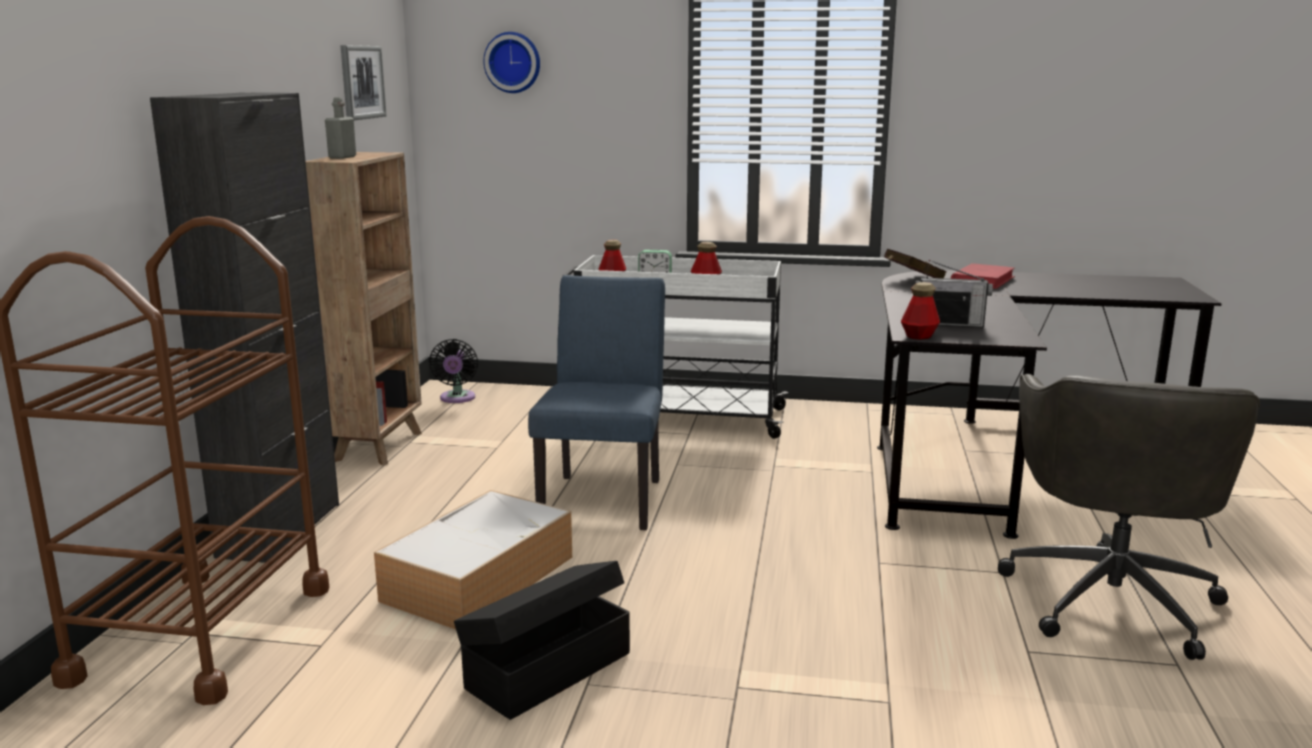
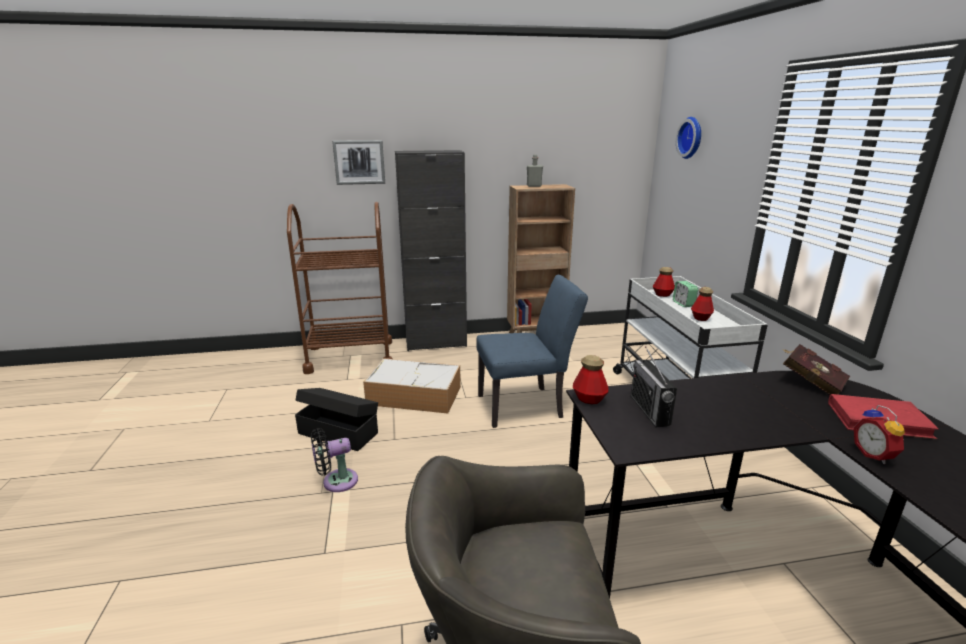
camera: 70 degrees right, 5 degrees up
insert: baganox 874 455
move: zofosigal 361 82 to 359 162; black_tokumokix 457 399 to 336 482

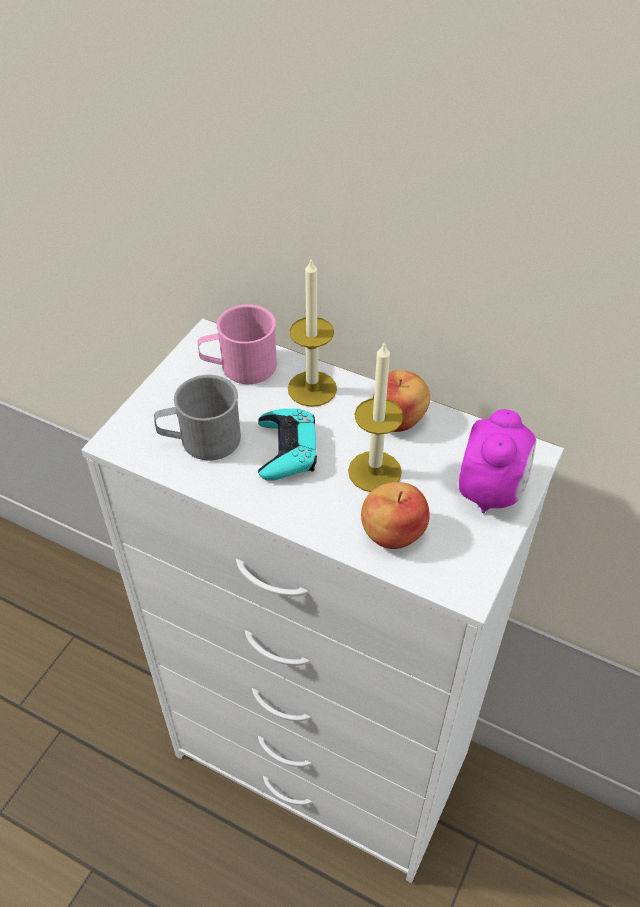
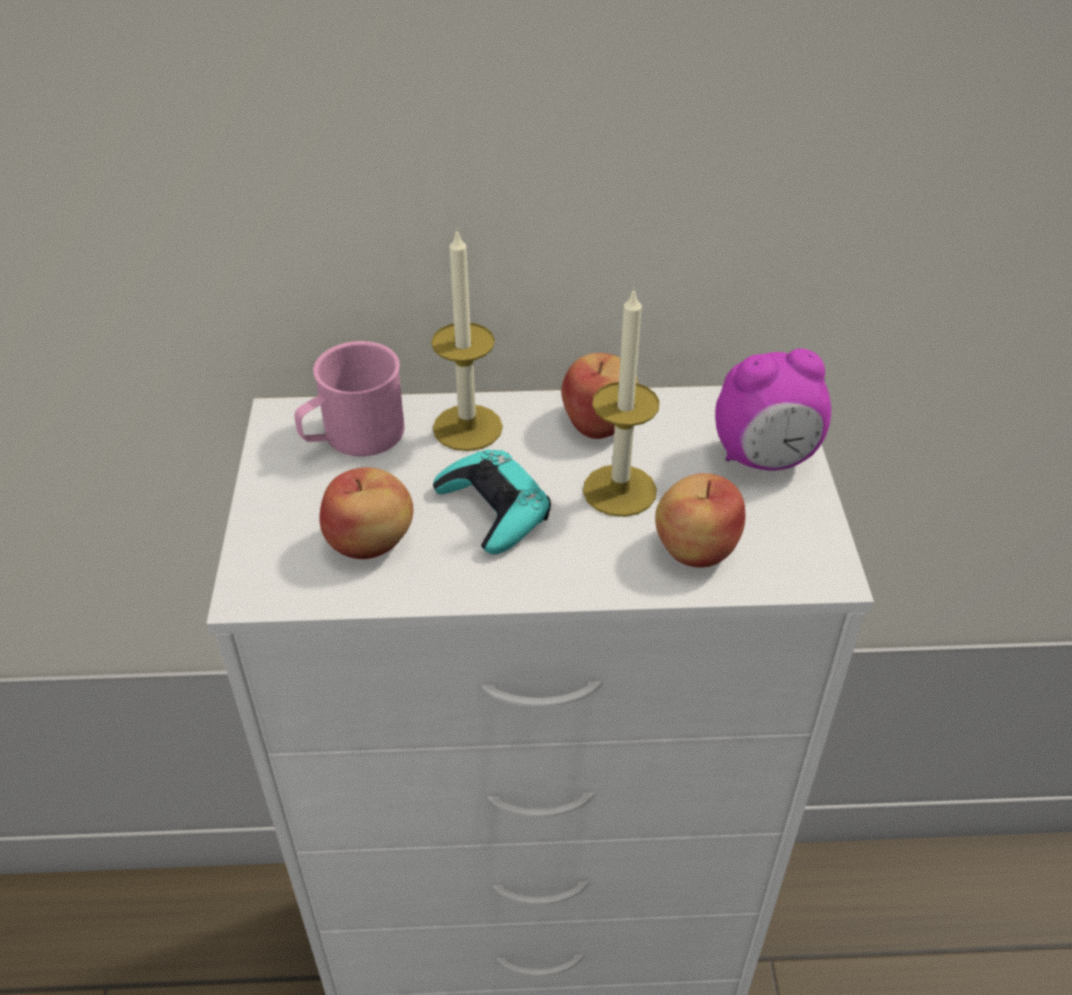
camera: 30 degrees left, 5 degrees down
replace: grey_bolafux 200 440 to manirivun 371 543
rotate: baganox 491 491 = 765 458 90 degrees clockwise

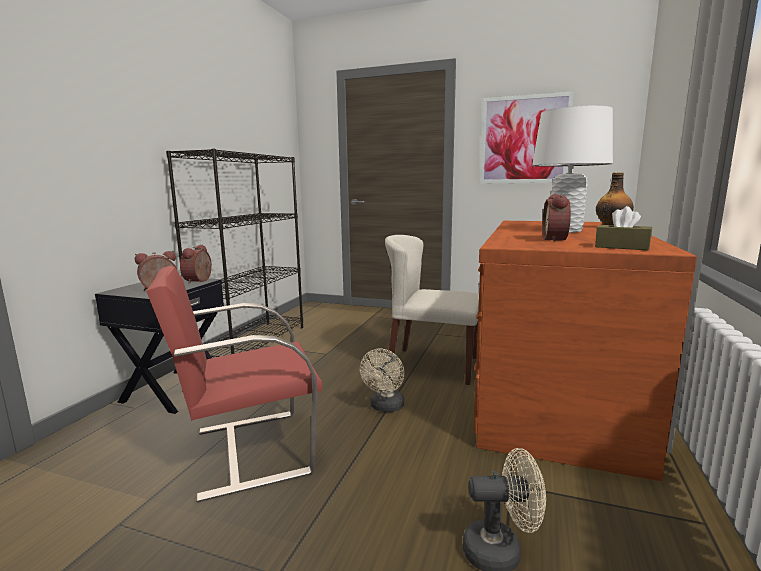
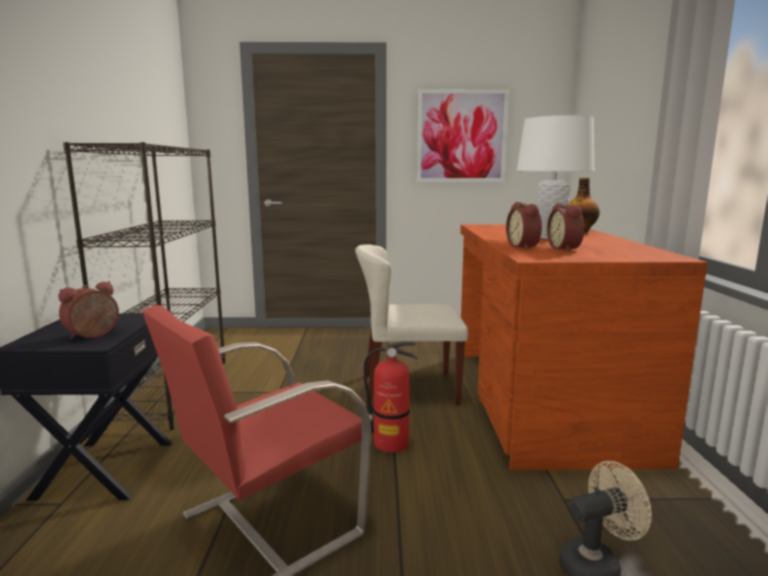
camera: 20 degrees left, 0 degrees up
delete: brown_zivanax 622 247
move: baganox 200 281 to 524 247
replace: beige_tokumokix 385 407 to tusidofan 391 444

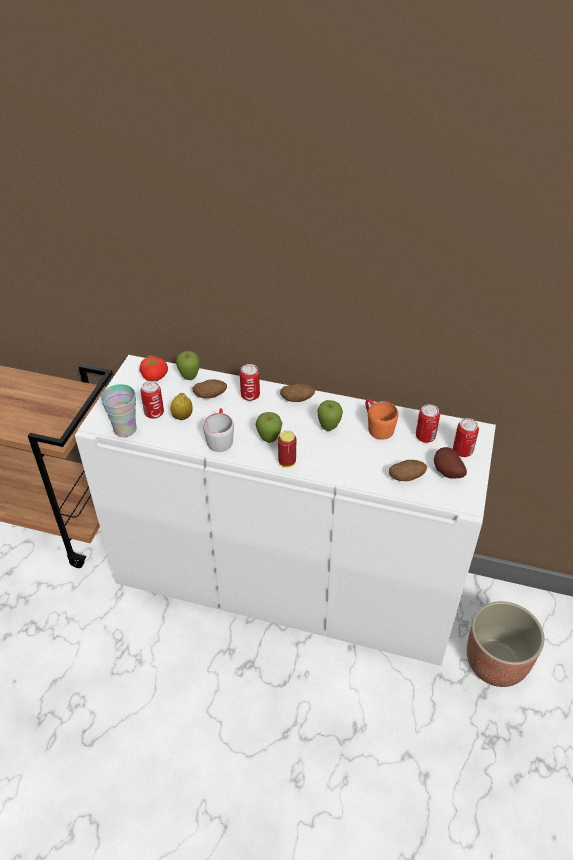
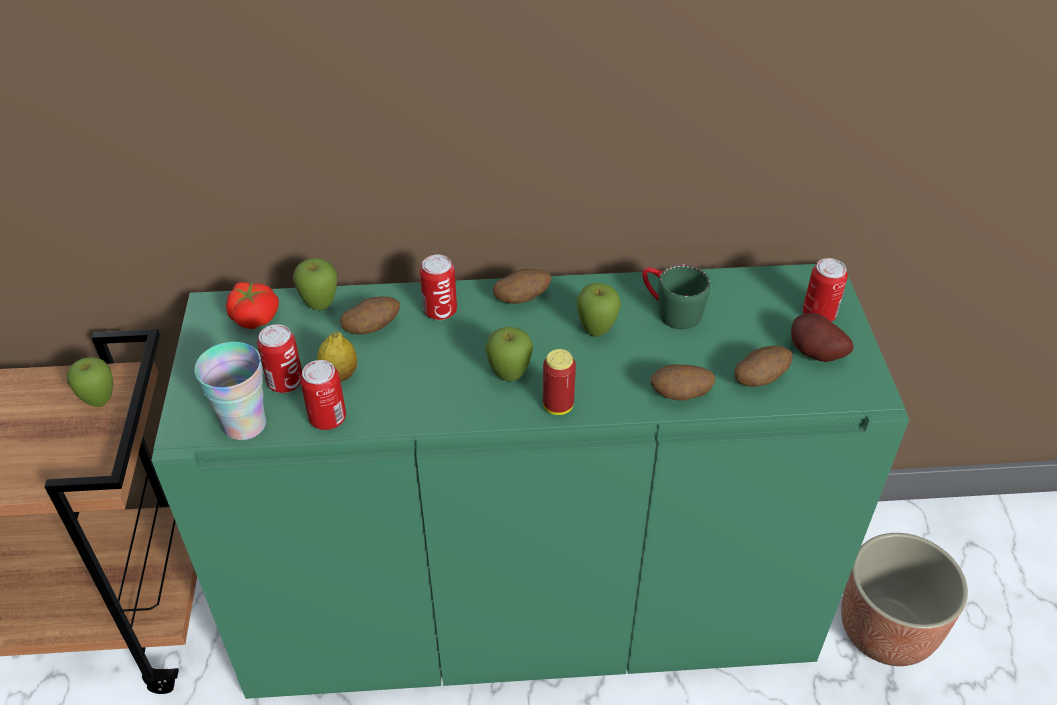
camera: 20 degrees left, 0 degrees up
delete: grey_bolafux 220 437
insert: manirivun 100 401; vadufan 680 396
move: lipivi 425 437 to 328 418
recolor: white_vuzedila 286 581 to green_vuzedila 528 604; orange_bolafux 376 426 to green_bolafux 670 310

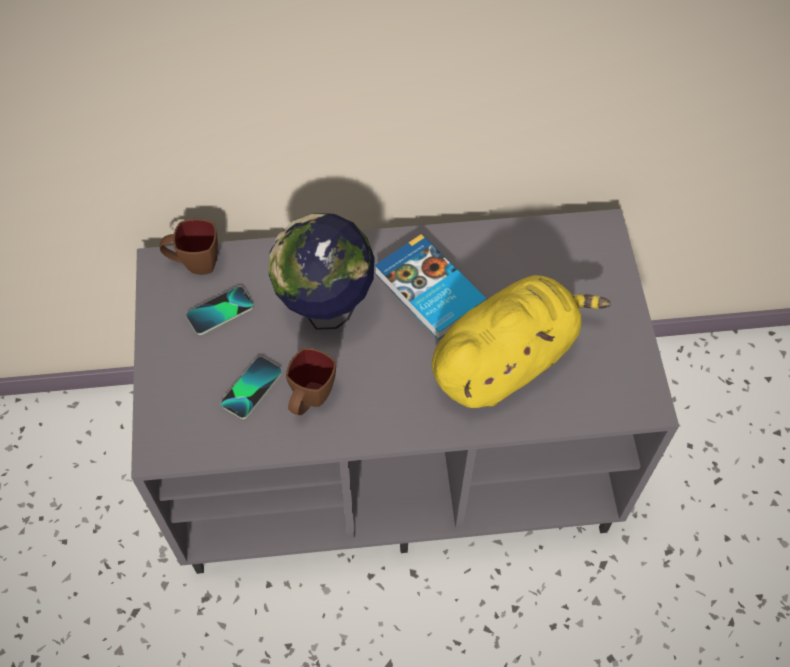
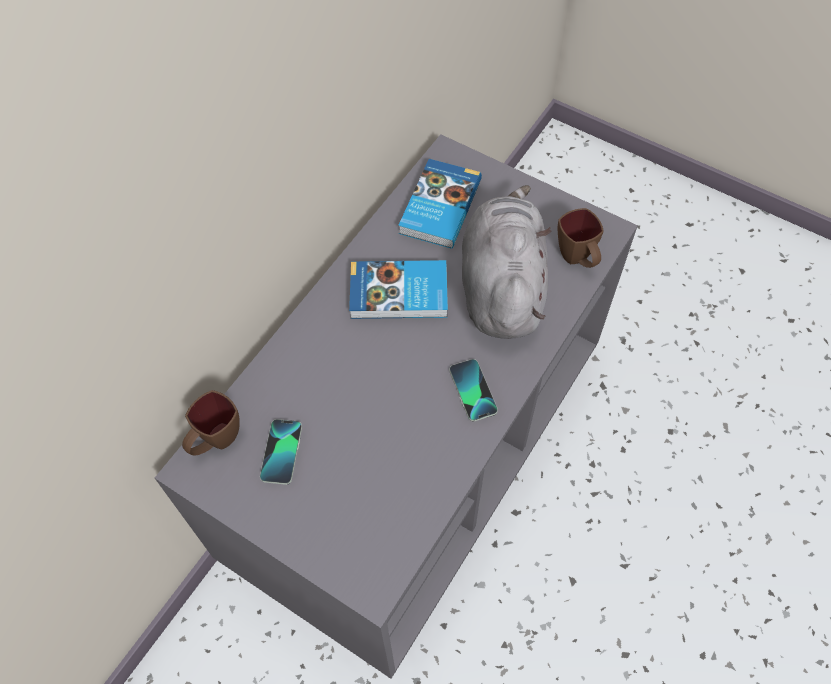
camera: 50 degrees left, 0 degrees up
delete: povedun 325 309
insert: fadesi 438 207
move: brown_bolafux 310 401 to 577 260; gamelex 251 388 to 472 390
recolor: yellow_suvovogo 506 359 to grey_suvovogo 501 286

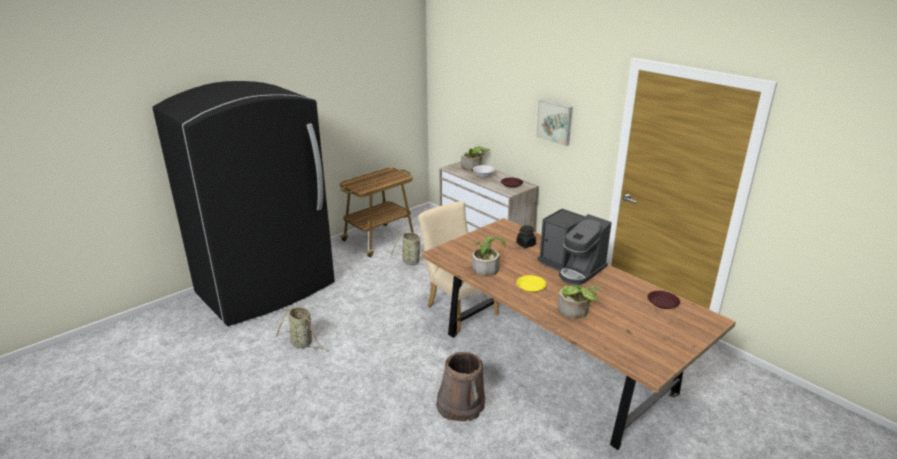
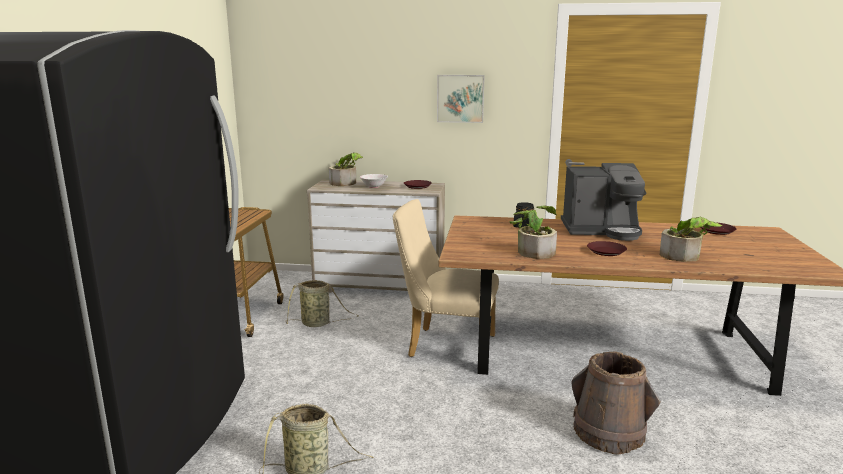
camera: 40 degrees left, 10 degrees down
recolor: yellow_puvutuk 530 286 to brown_puvutuk 606 251

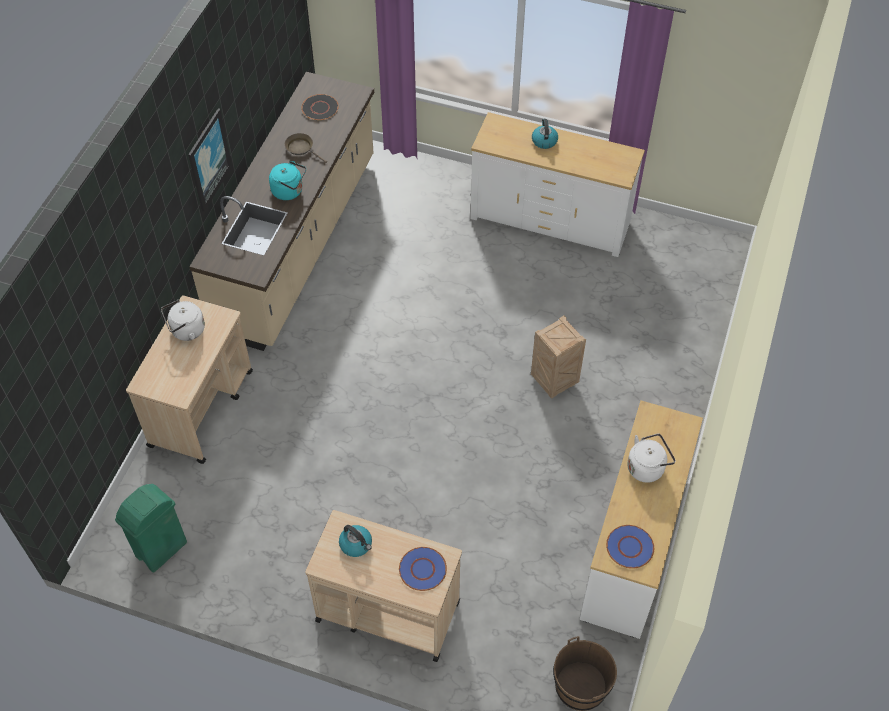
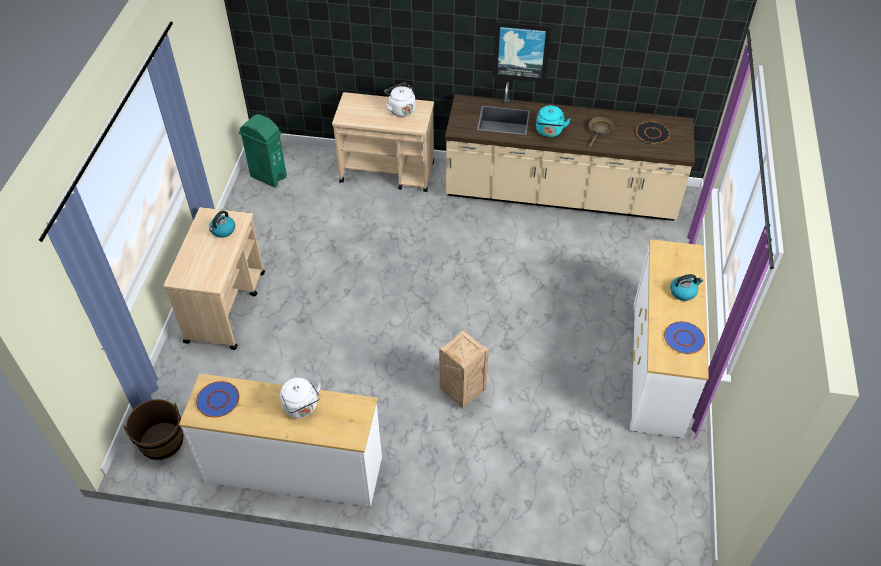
camera: 80 degrees right, 5 degrees down
move: blue_puvutuk 422 569 to 683 338

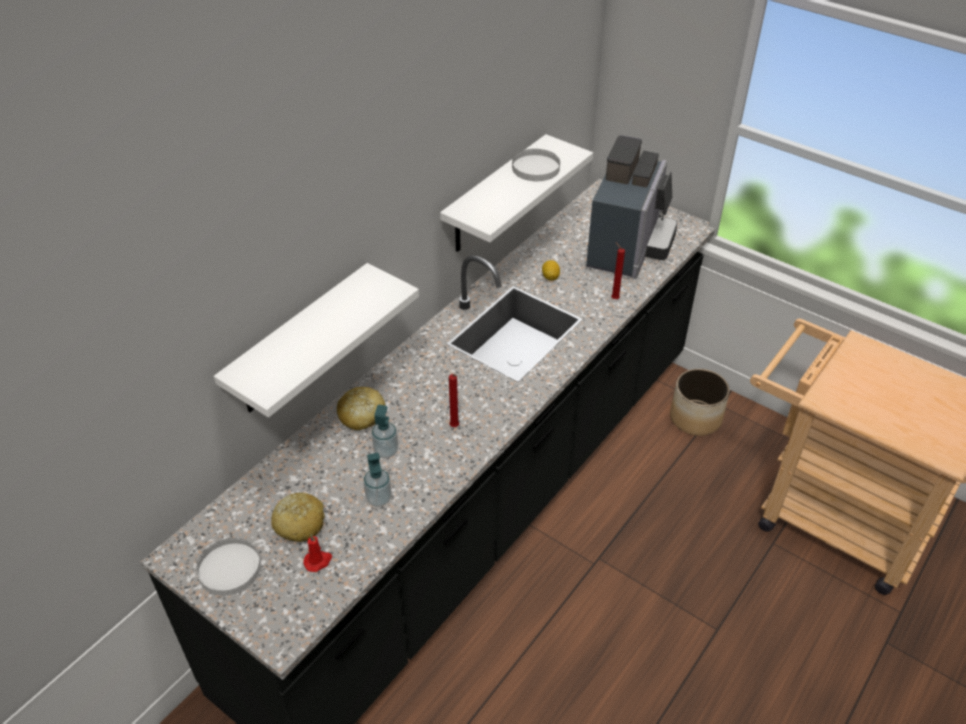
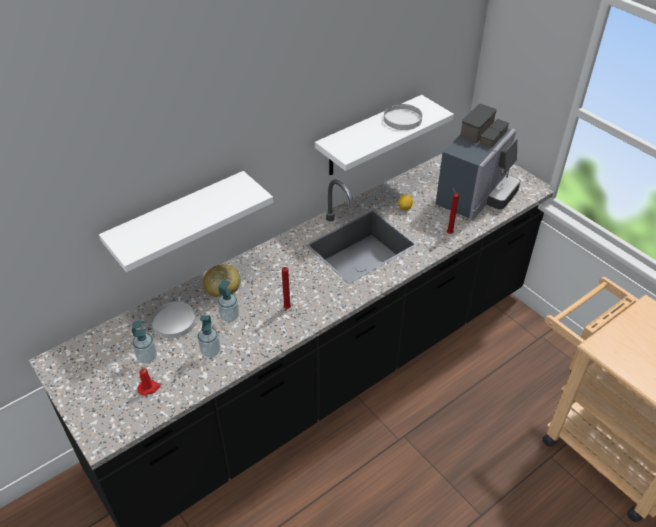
camera: 15 degrees right, 0 degrees up
delete: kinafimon 696 417
move: white_puvutuk 229 568 to 174 321
replace: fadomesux 300 523 to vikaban 147 357

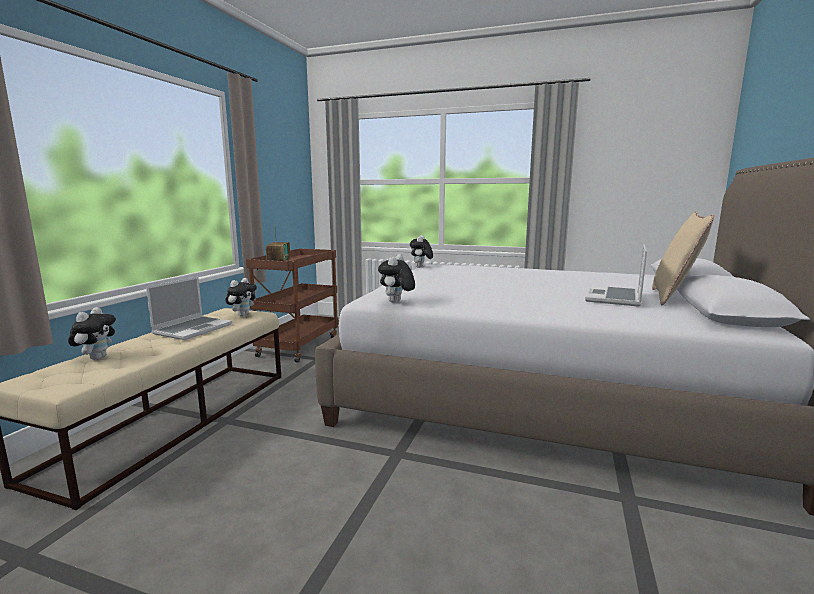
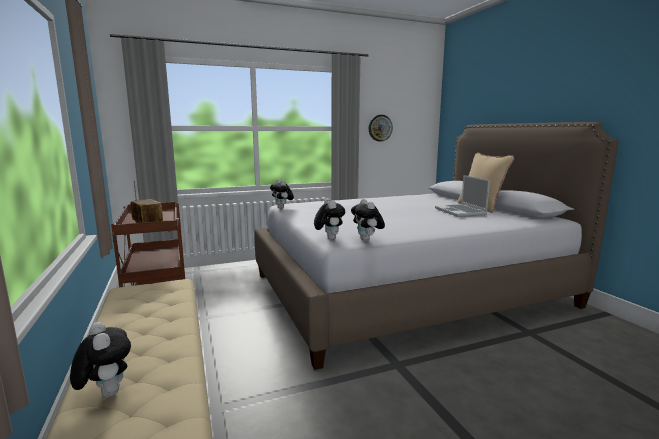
camera: 40 degrees left, 0 degrees up
delete: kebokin 193 329
insert: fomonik 380 128
move: suvovogo 242 315 to 329 238

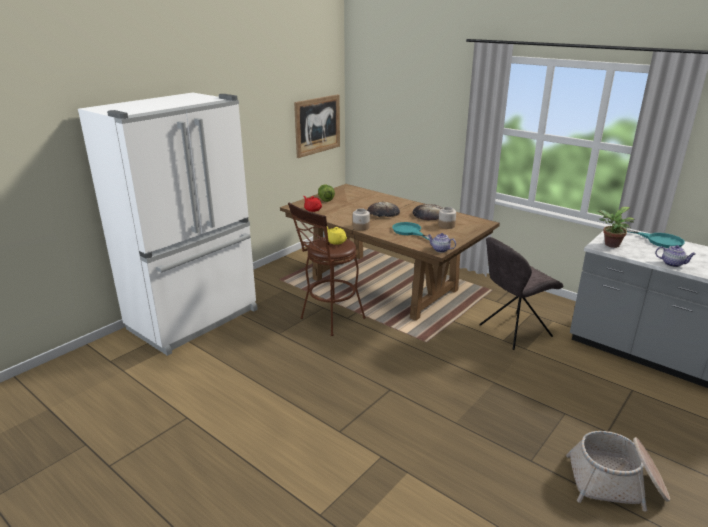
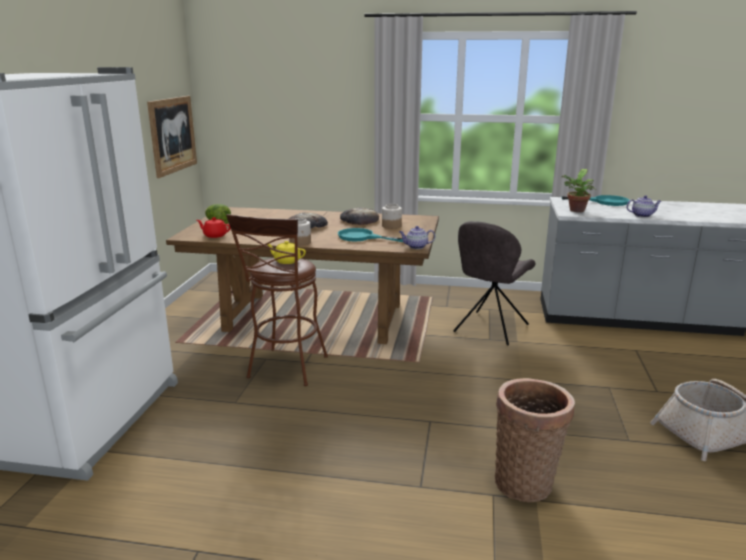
camera: 30 degrees left, 5 degrees down
insert: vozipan 526 481

